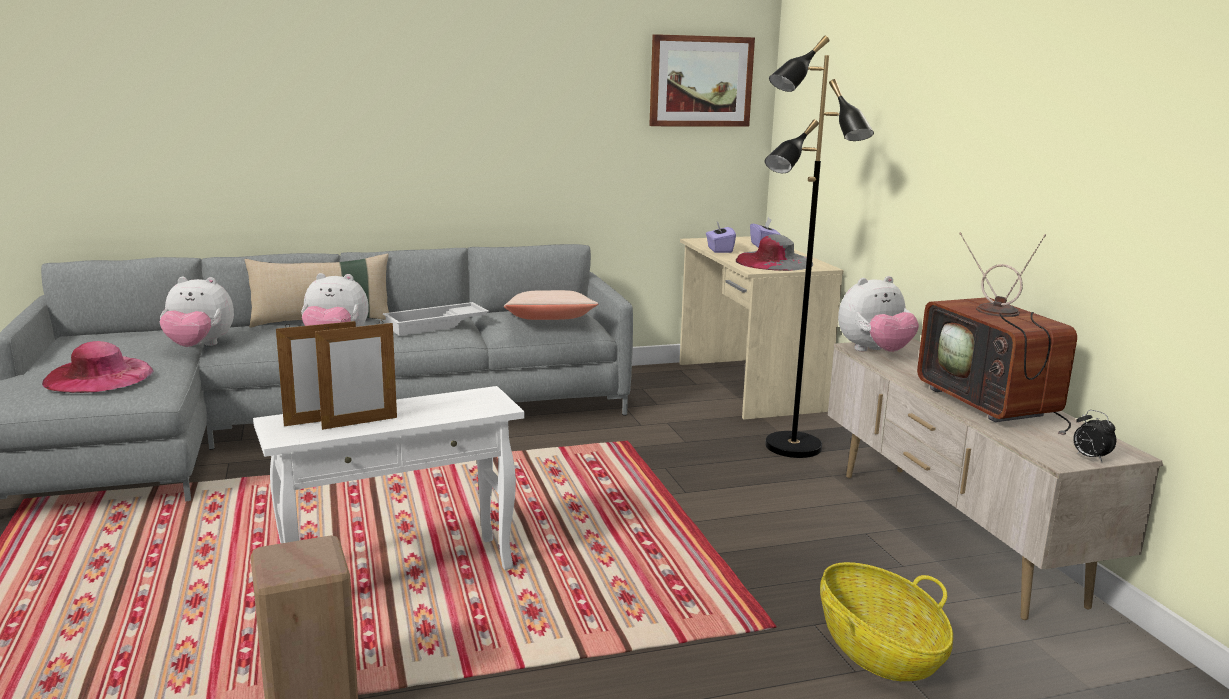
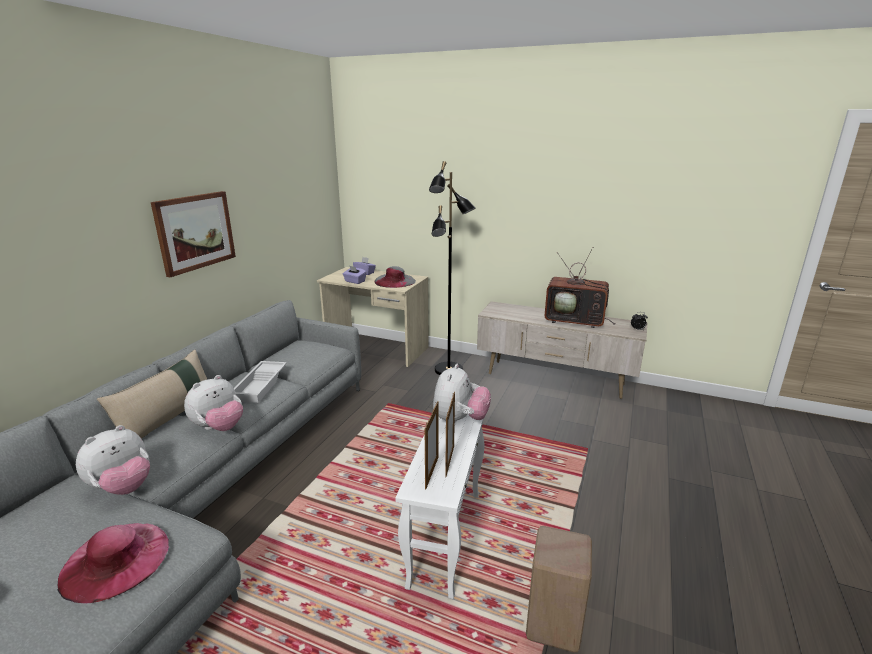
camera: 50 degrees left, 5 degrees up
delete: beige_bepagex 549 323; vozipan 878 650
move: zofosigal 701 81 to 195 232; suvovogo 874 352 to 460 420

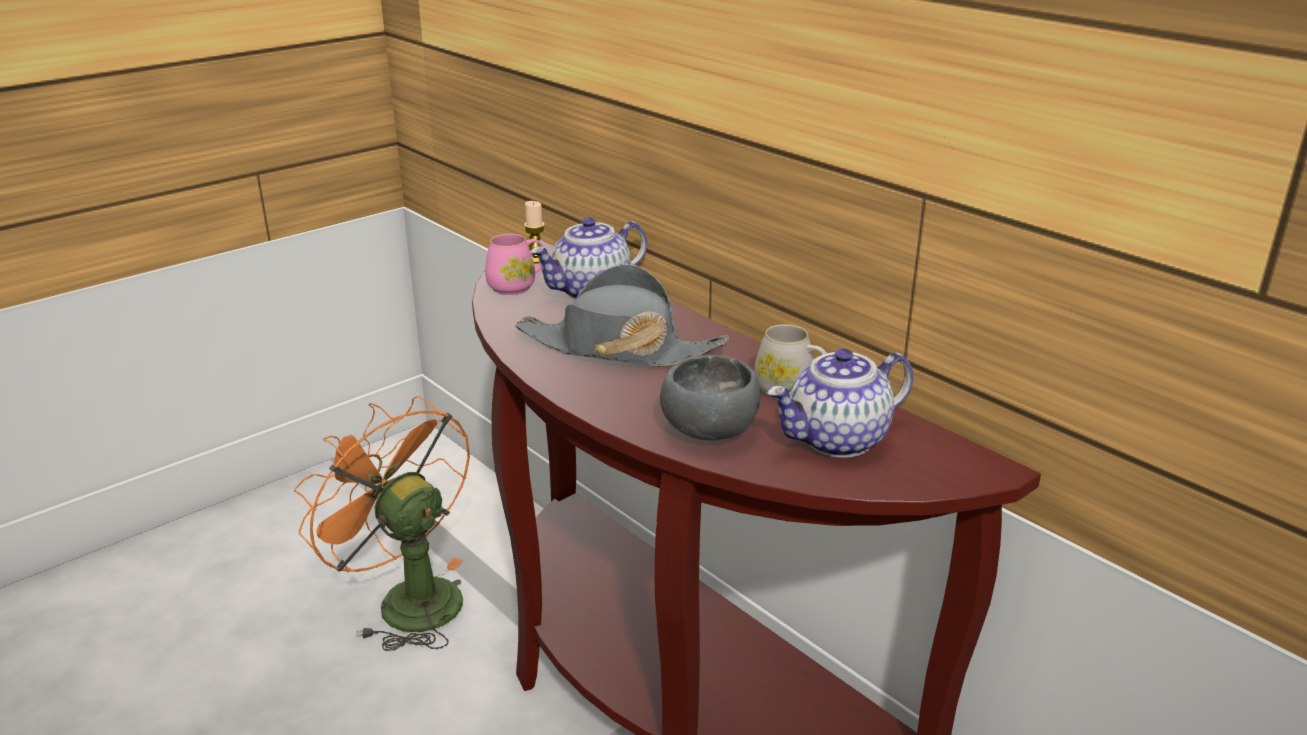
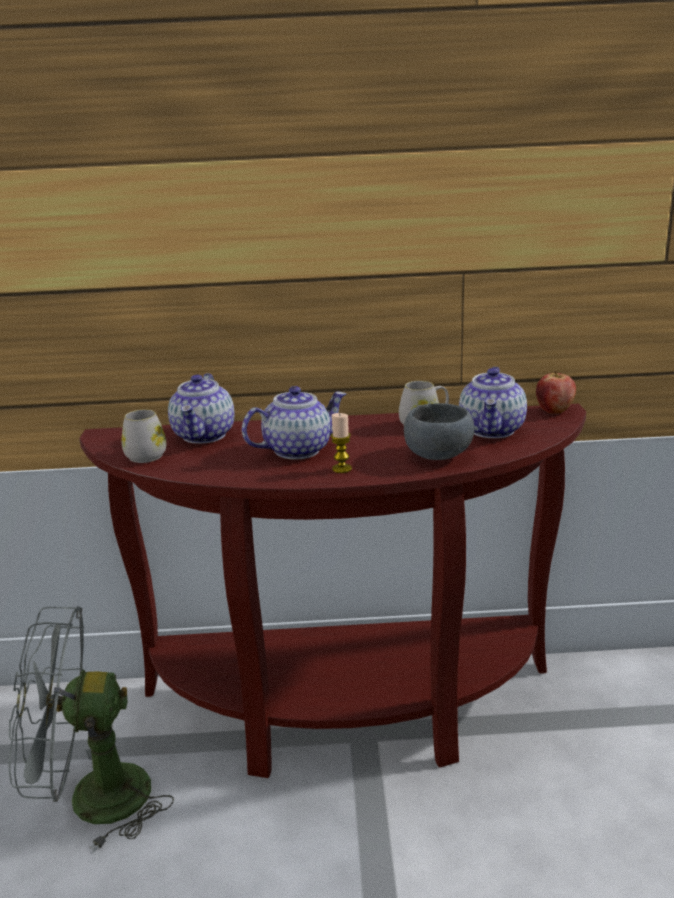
camera: 50 degrees left, 5 degrees down
insert: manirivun 554 411
move: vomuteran 536 259 to 342 469
replace: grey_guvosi 618 348 to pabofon 297 450
recolor: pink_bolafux 517 286 to white_bolafux 147 454; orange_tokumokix 407 599 to grey_tokumokix 91 800

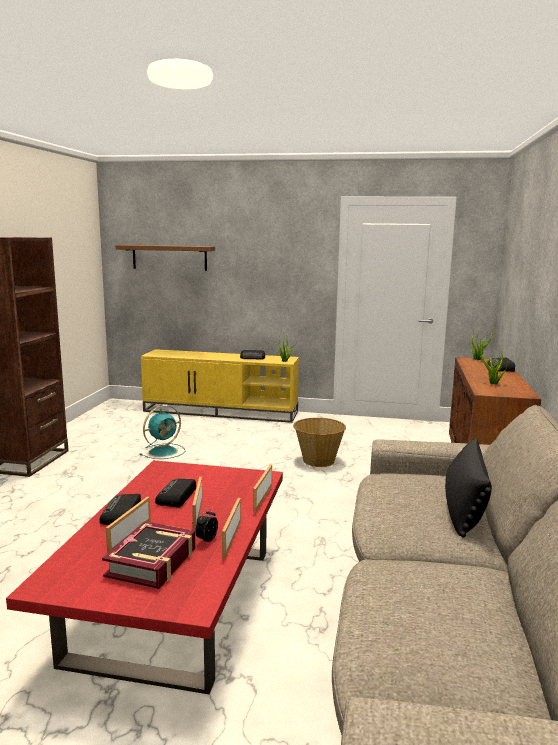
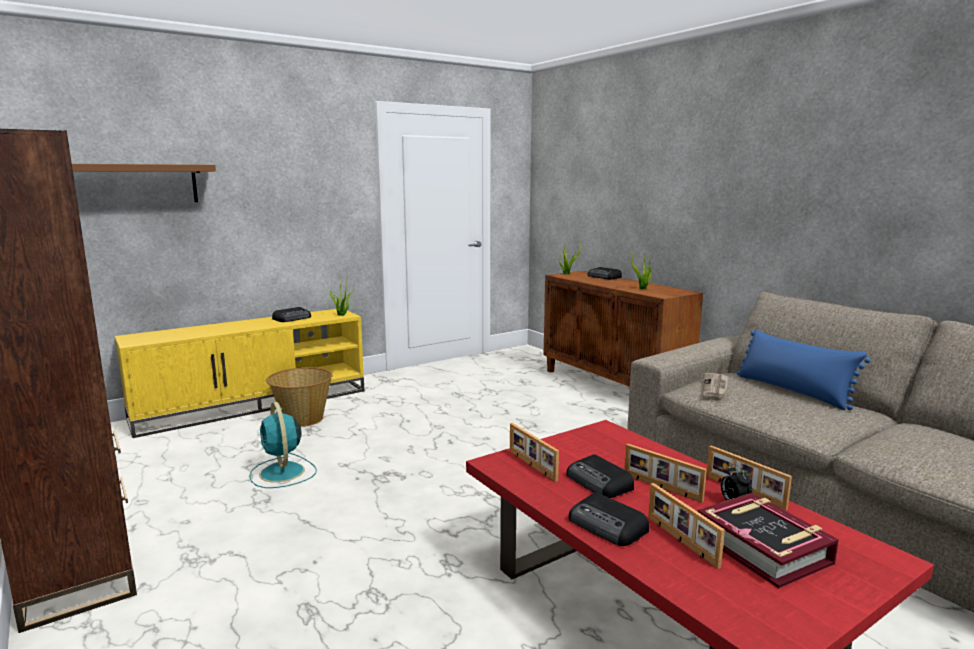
camera: 45 degrees left, 0 degrees up
insert: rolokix 715 387
move: vozipan 318 460 to 302 419; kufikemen 262 498 to 531 466
recolor: black_bepagex 464 507 to blue_bepagex 793 391
rotate: turquoise_tokumokix 164 451 = 282 473 150 degrees clockwise

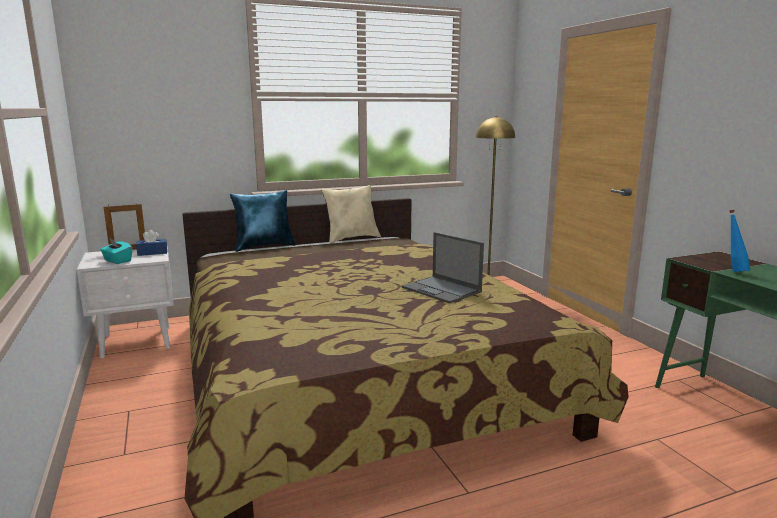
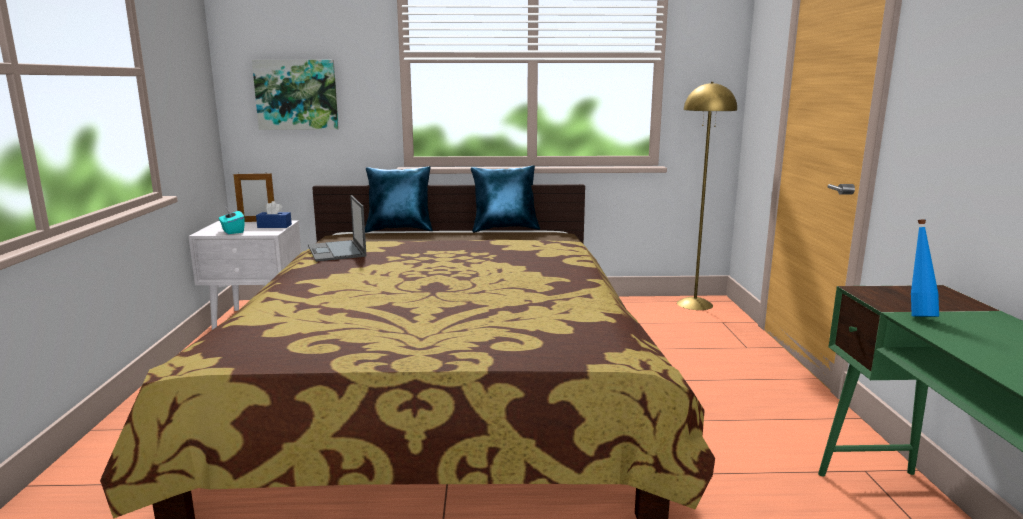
camera: 20 degrees right, 0 degrees up
insert: zofosigal 297 95
move: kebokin 442 290 to 337 251
recolor: beige_bepagex 351 238 to blue_bepagex 505 229

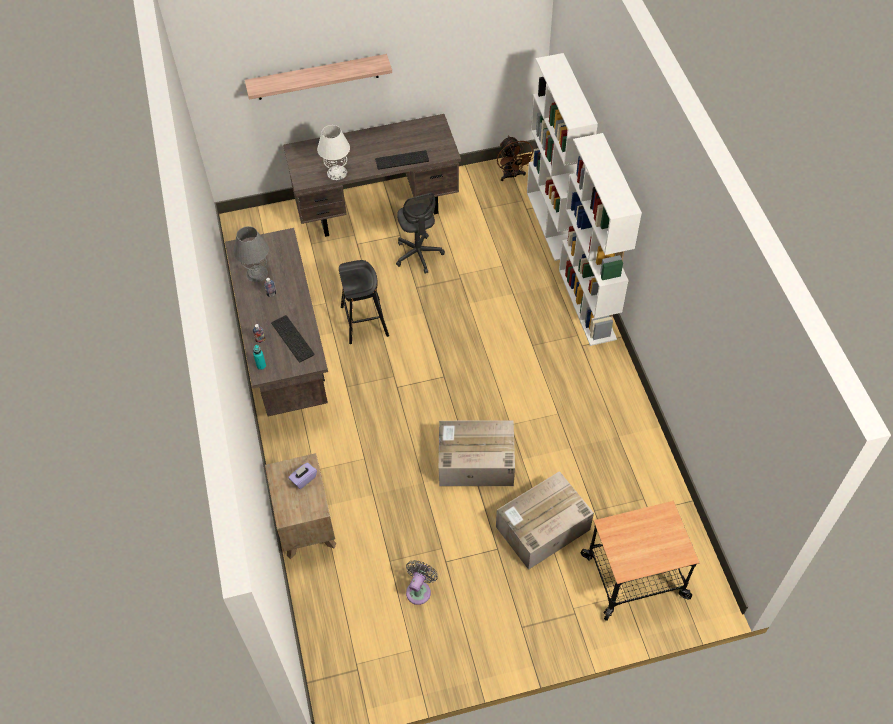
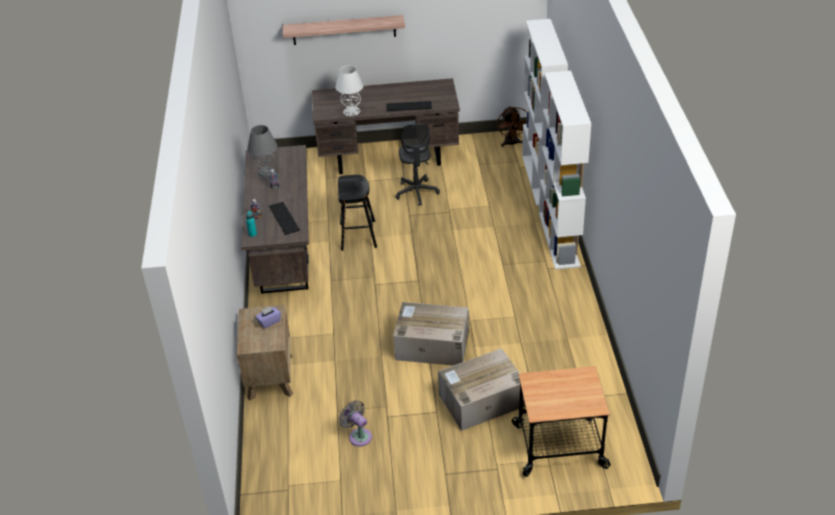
camera: 10 degrees right, 15 degrees down
rotate: grey_tokumokix 419 590 = 358 435 75 degrees counterclockwise

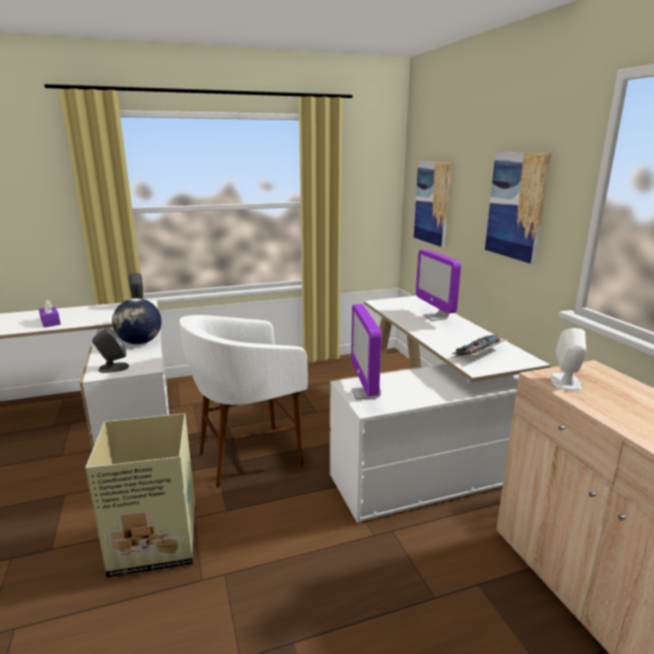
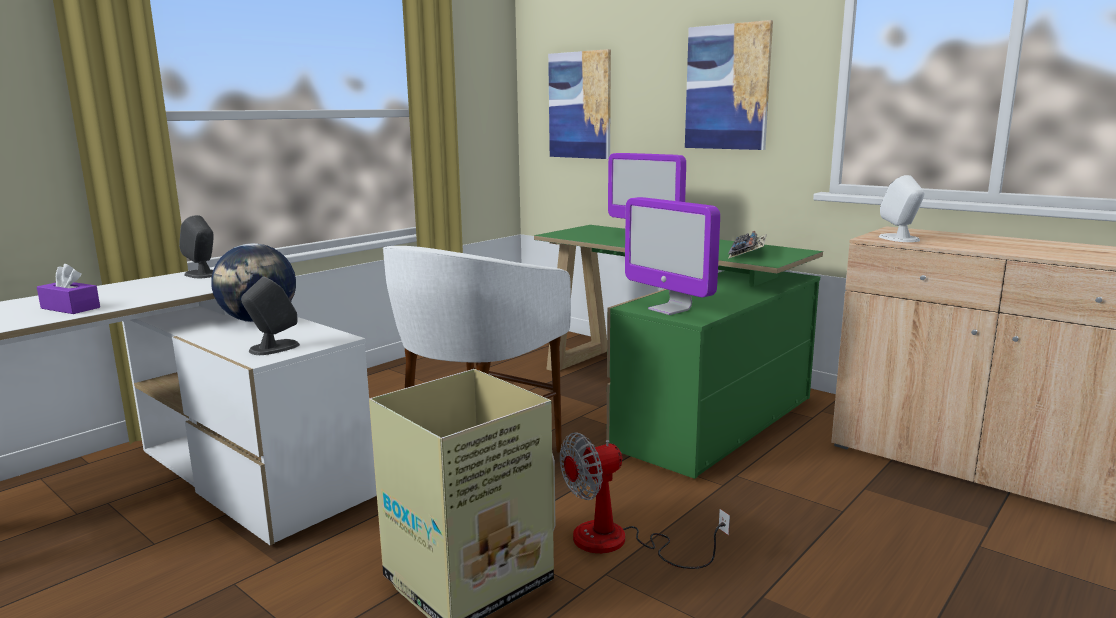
camera: 30 degrees left, 5 degrees down
insert: tokumokix 618 543
recolor: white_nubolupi 422 444 to green_nubolupi 670 397

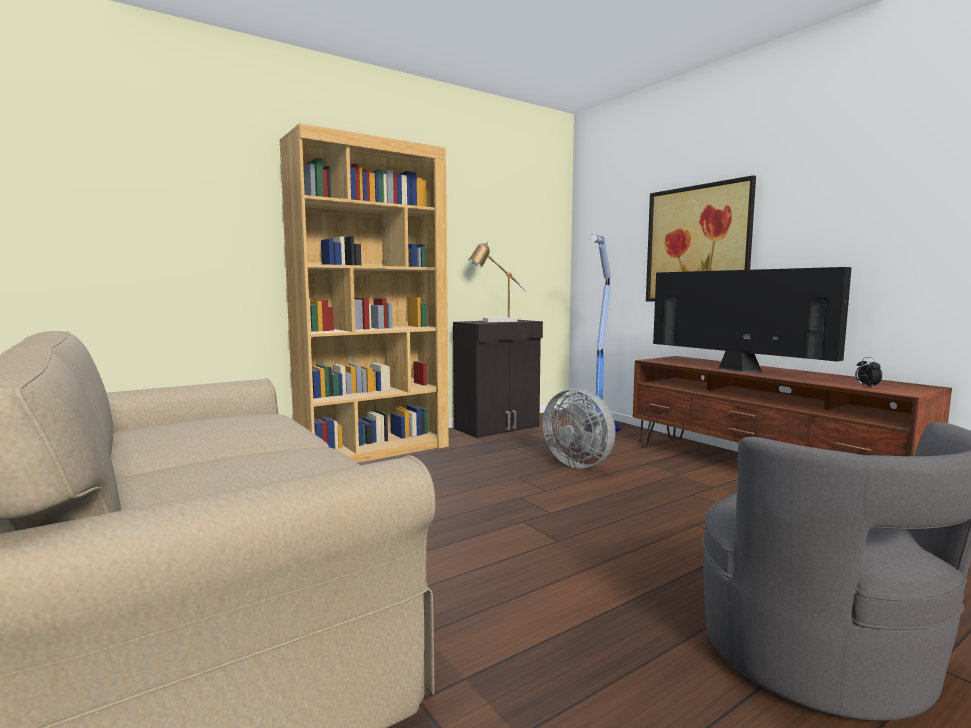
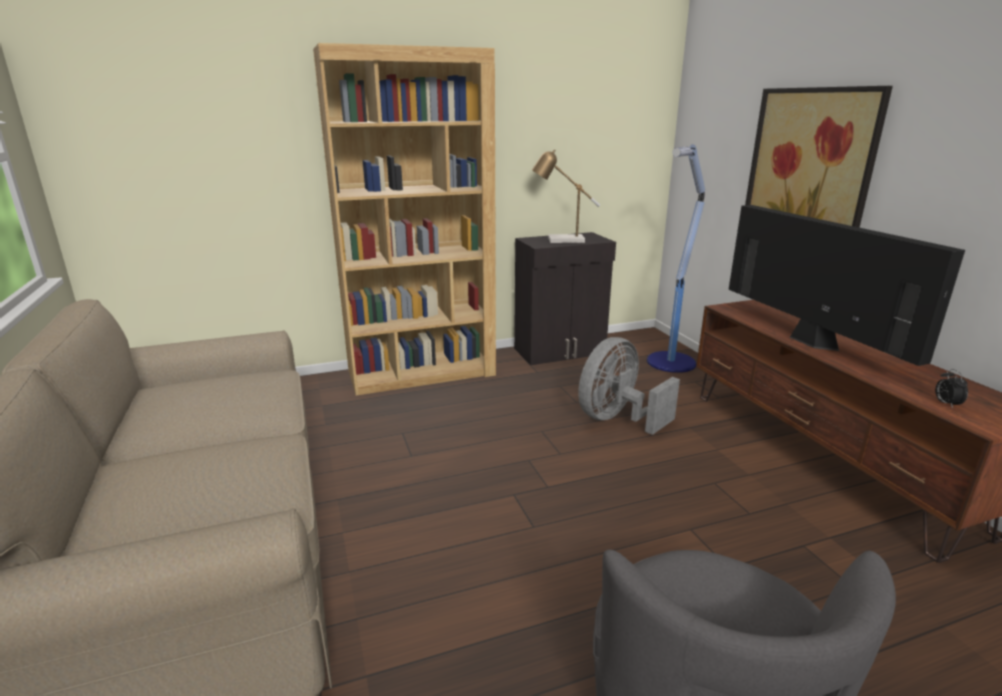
camera: 15 degrees right, 15 degrees up
rotate: grey_tokumokix 580 464 = 617 419 75 degrees clockwise

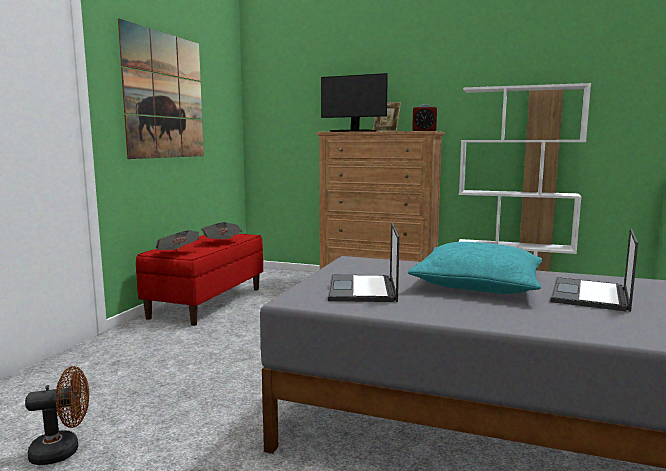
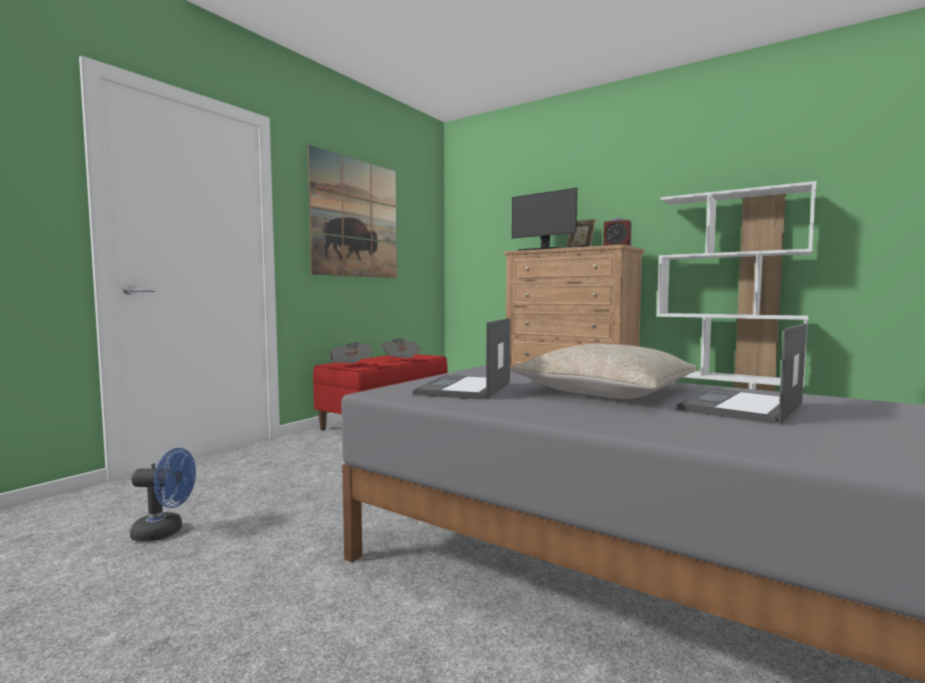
camera: 15 degrees right, 5 degrees down
recolor: turquoise_bepagex 478 283 to beige_bepagex 606 391; brown_tokumokix 63 451 to blue_tokumokix 165 532

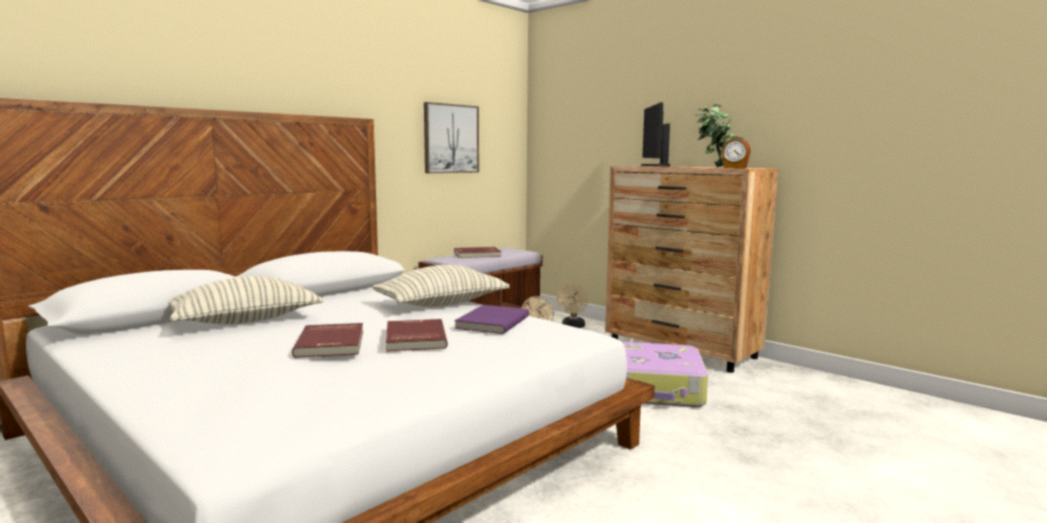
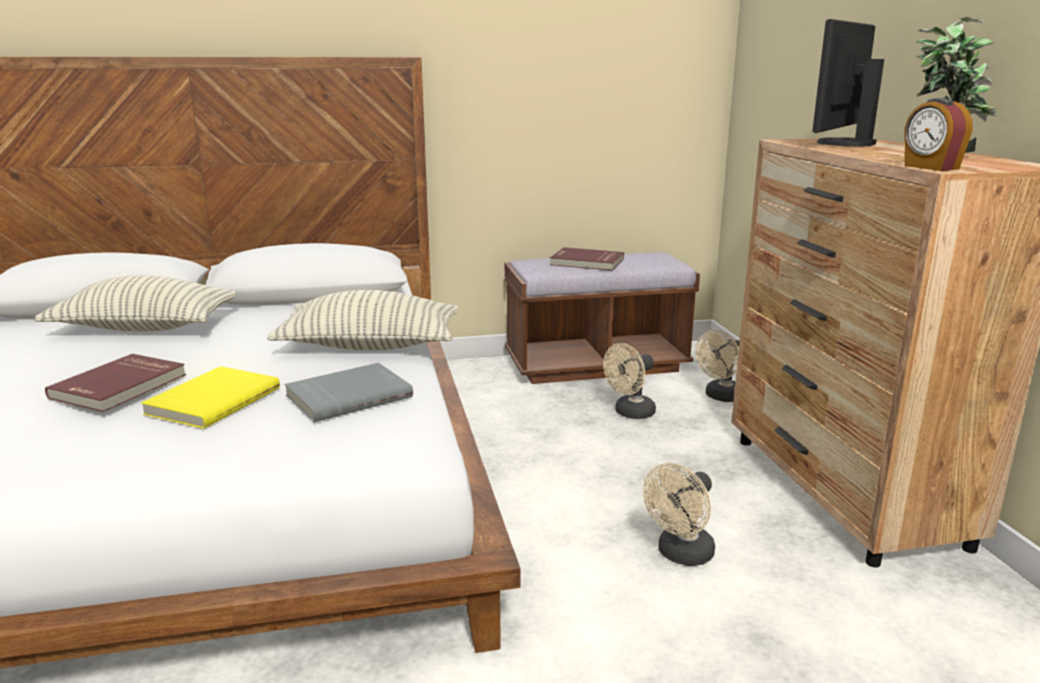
camera: 35 degrees right, 10 degrees up
delete: zofosigal 451 138
replace: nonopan 656 389 to beige_tokumokix 680 555
recolor: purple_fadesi 491 322 to grey_fadesi 348 395; red_fadesi 414 338 to yellow_fadesi 212 400

